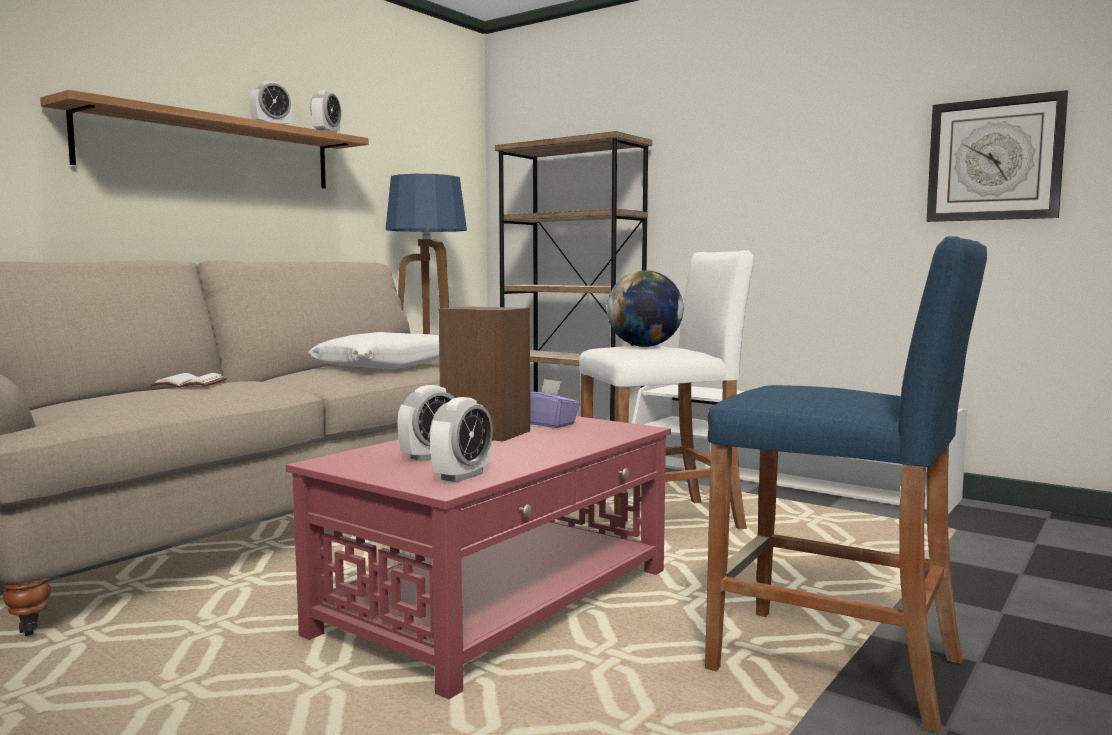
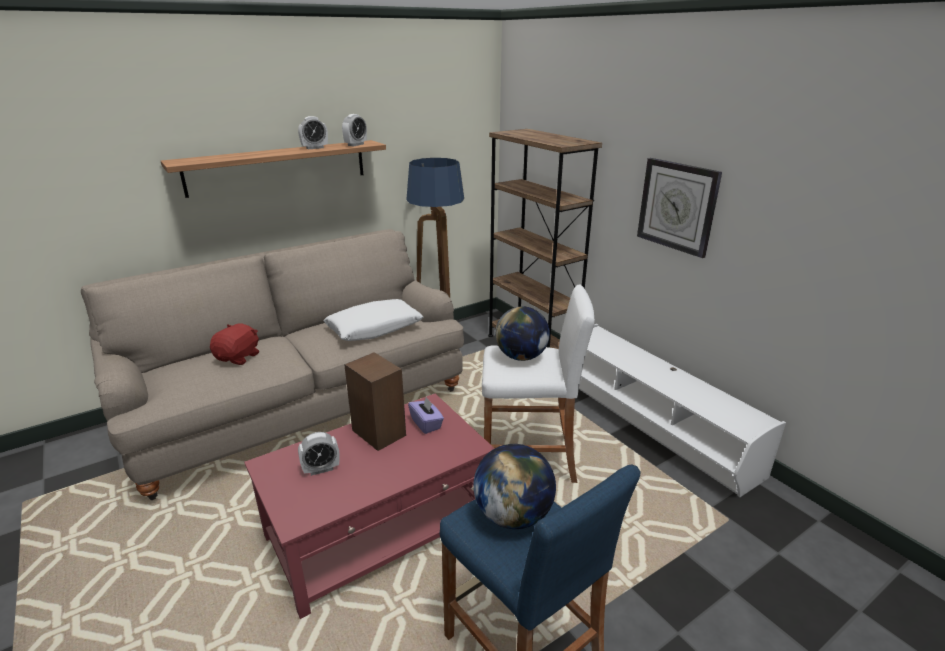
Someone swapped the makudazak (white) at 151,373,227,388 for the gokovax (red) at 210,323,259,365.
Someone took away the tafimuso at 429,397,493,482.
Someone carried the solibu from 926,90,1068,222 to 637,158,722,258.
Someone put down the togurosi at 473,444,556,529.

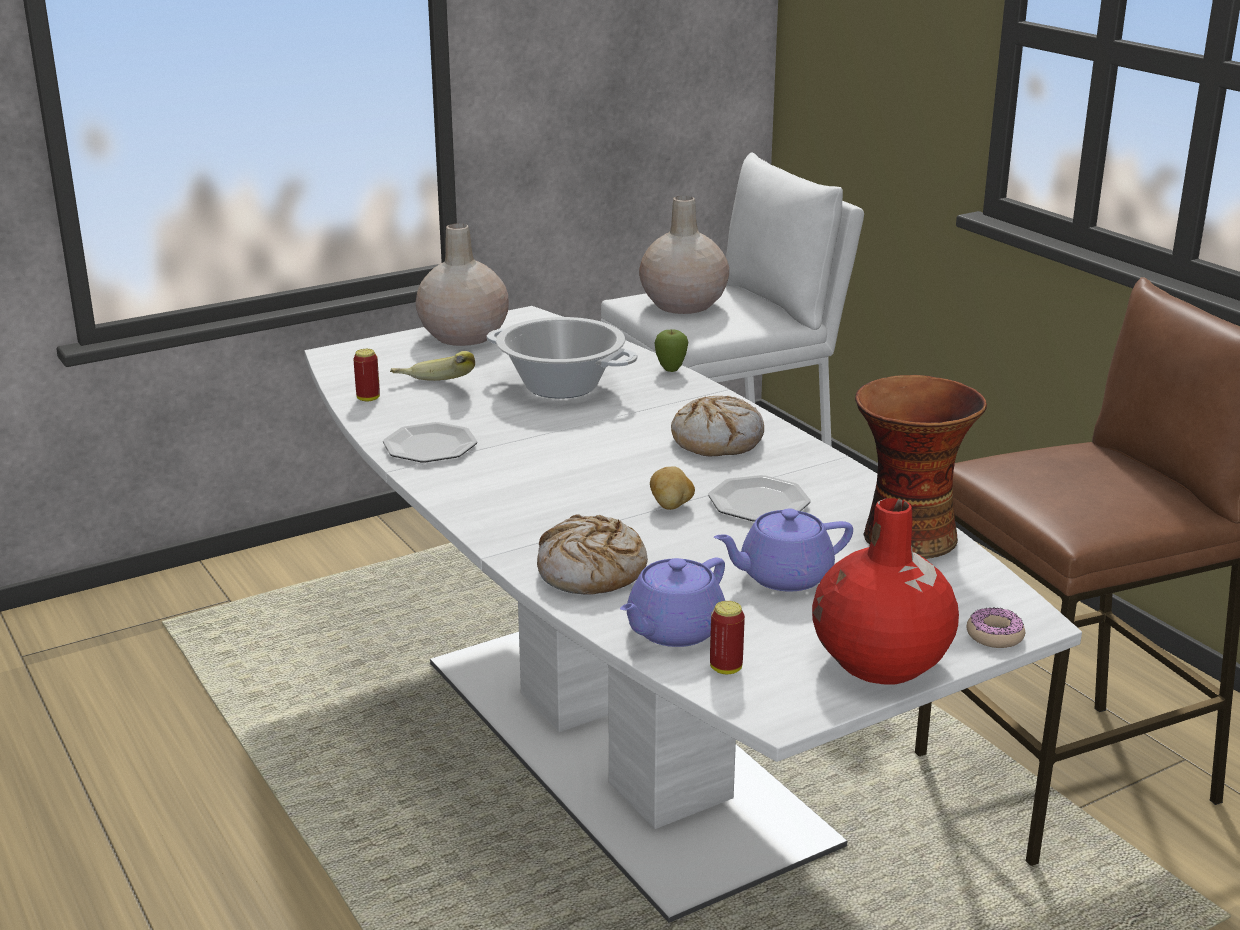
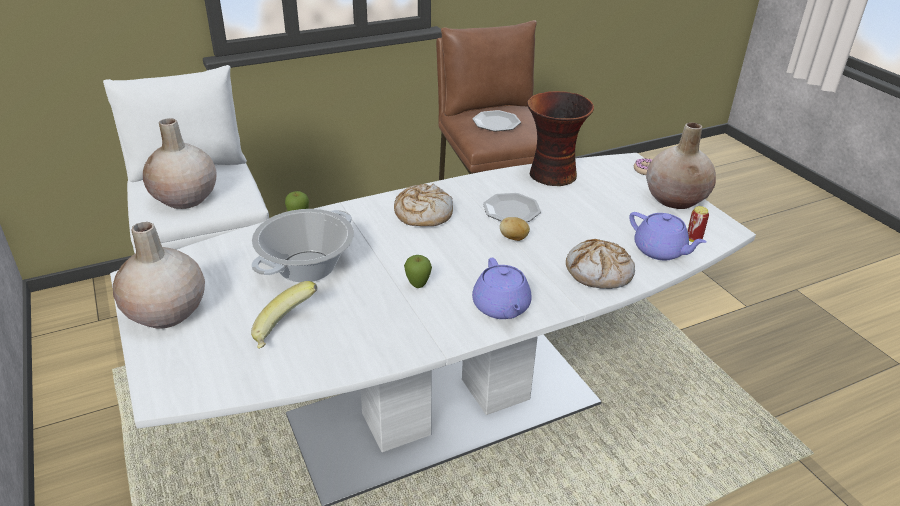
Someone took away the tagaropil at 353,349,380,402.
Someone carried the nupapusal from 383,422,477,462 to 473,110,521,132.
Someone carried the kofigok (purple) from 714,509,853,592 to 472,258,532,319.
Someone repainted the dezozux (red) at 812,498,959,685, which became the dezozux (beige) at 646,122,716,209.
Someone put down the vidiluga at 404,255,432,288.

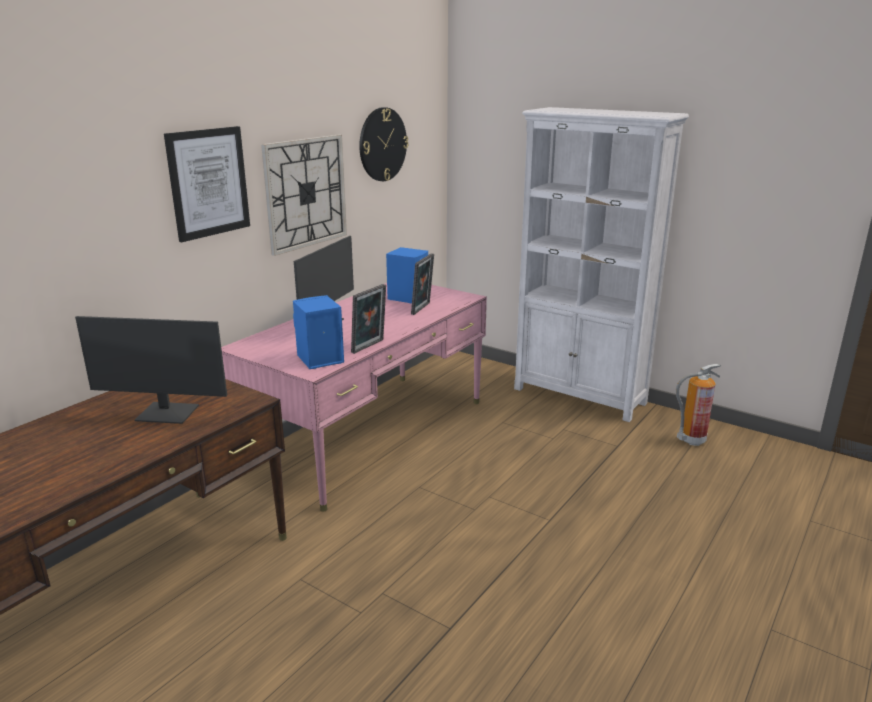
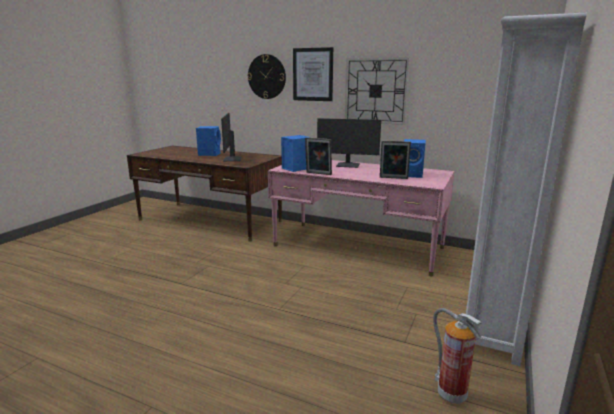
Someone carried the solibu from 359,107,408,181 to 247,54,286,99.
Someone put down the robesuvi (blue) at 196,126,221,156.

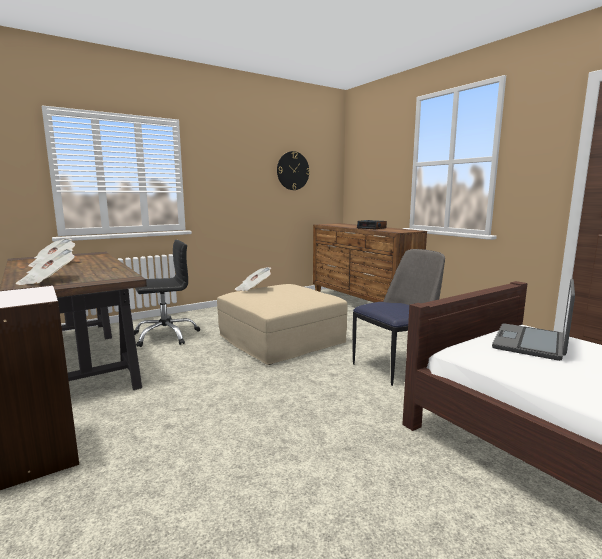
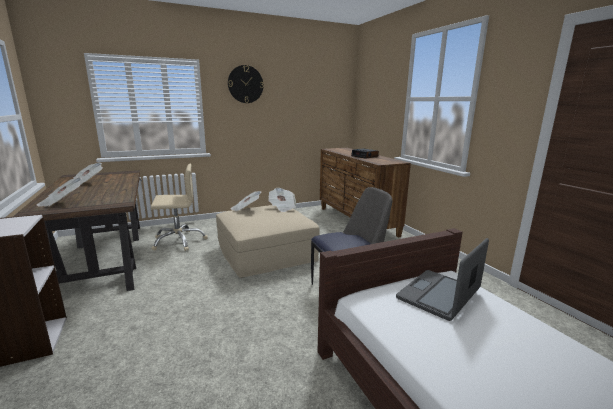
Someone repainted the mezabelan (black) at 134,240,200,347, which became the mezabelan (beige) at 151,164,208,251.
Someone carried the solibu from 277,151,310,190 to 228,65,264,103.
Someone put down the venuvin at 268,188,296,212.

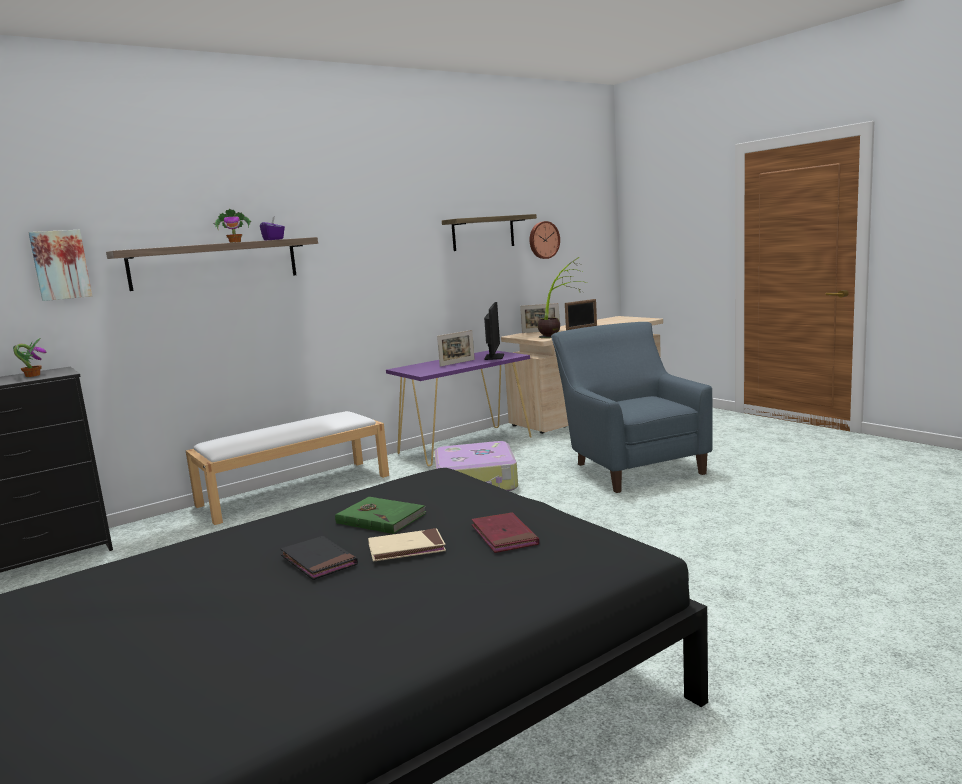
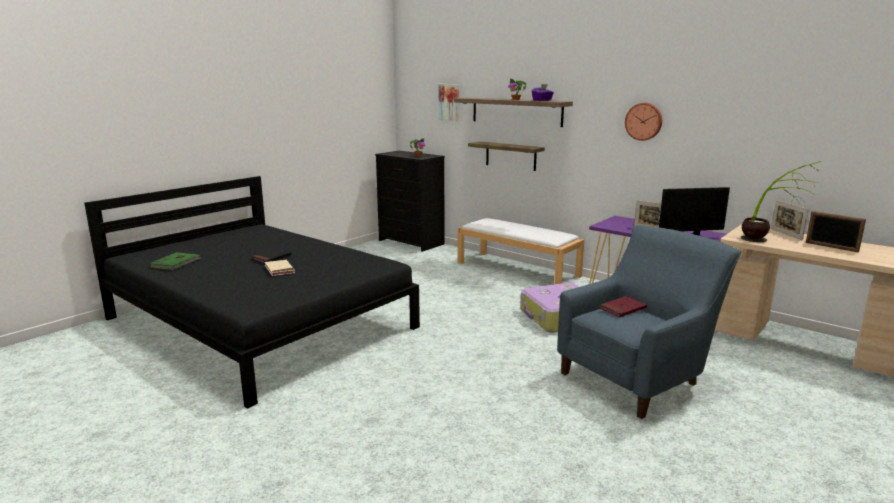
Someone carried the makudazak (green) from 335,497,427,534 to 150,252,200,270.
Someone carried the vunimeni from 442,214,537,251 to 468,141,545,171.
Someone carried the makudazak (red) from 472,512,539,553 to 600,296,647,317.
Someone carried the solibu from 530,221,560,259 to 625,103,662,141.

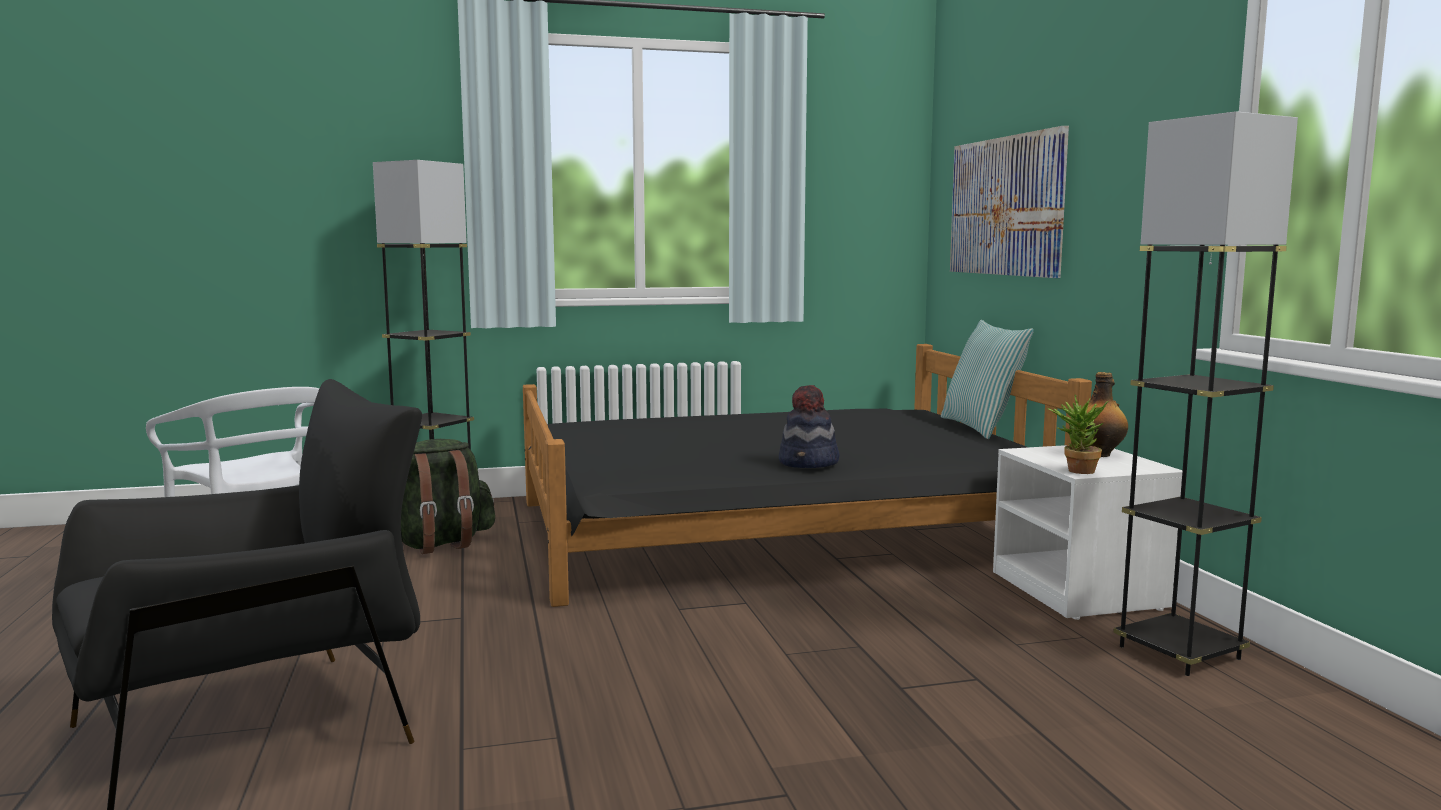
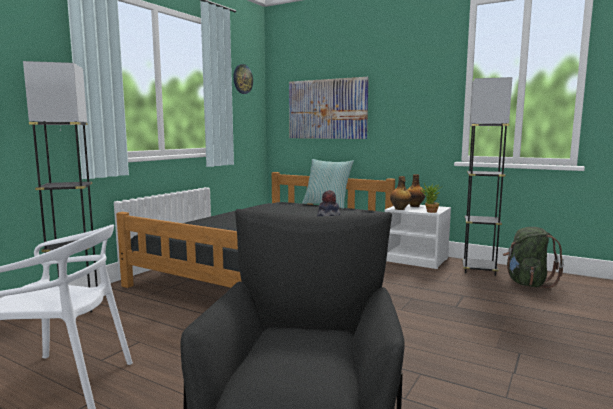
Someone carried the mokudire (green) from 401,439,495,554 to 503,227,564,288.
Someone put up the solibu at 233,64,253,94.
Someone put down the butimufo at 390,176,411,210.

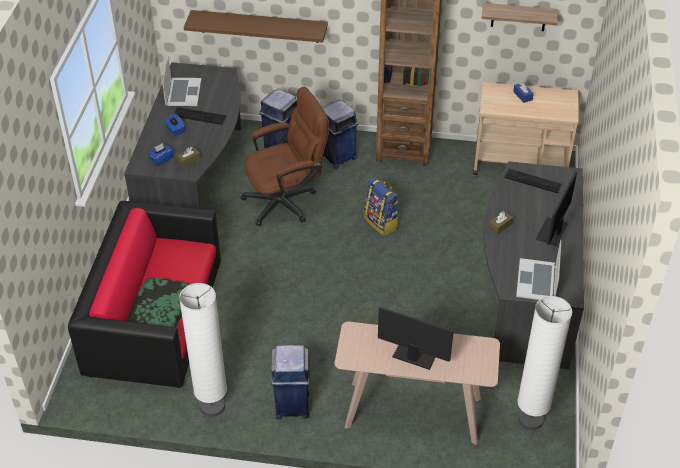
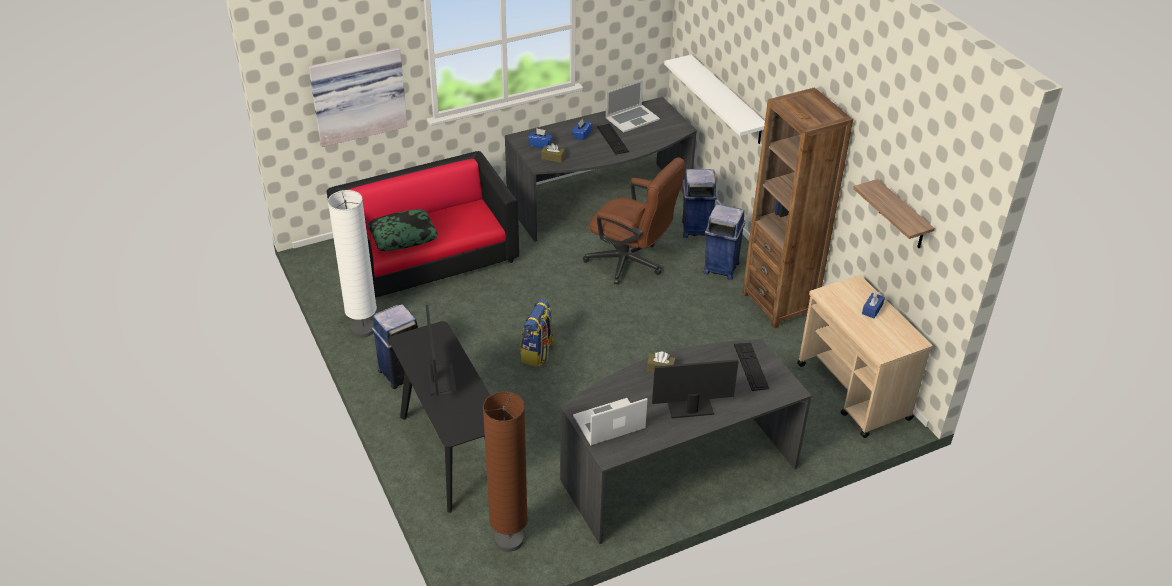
Someone repainted the vunimeni (brown) at 184,10,328,43, which became the vunimeni (white) at 664,55,765,144.
Someone repainted the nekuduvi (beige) at 335,322,500,445, which became the nekuduvi (black) at 389,321,490,513.
Someone carried the mokudire from 364,178,399,236 to 520,299,555,367.
Someone repainted the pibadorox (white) at 517,296,572,430, which became the pibadorox (brown) at 483,391,528,552.
Someone put up the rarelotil at 308,47,408,147.

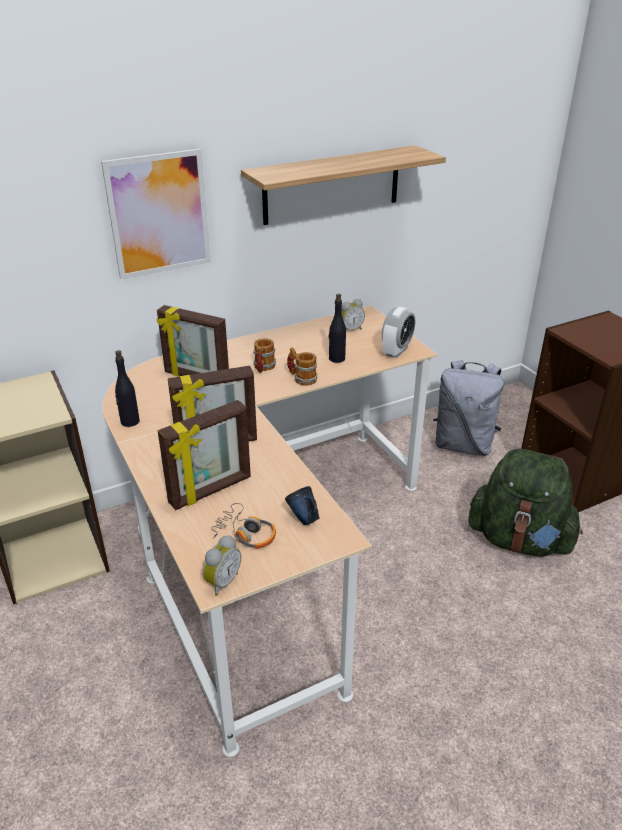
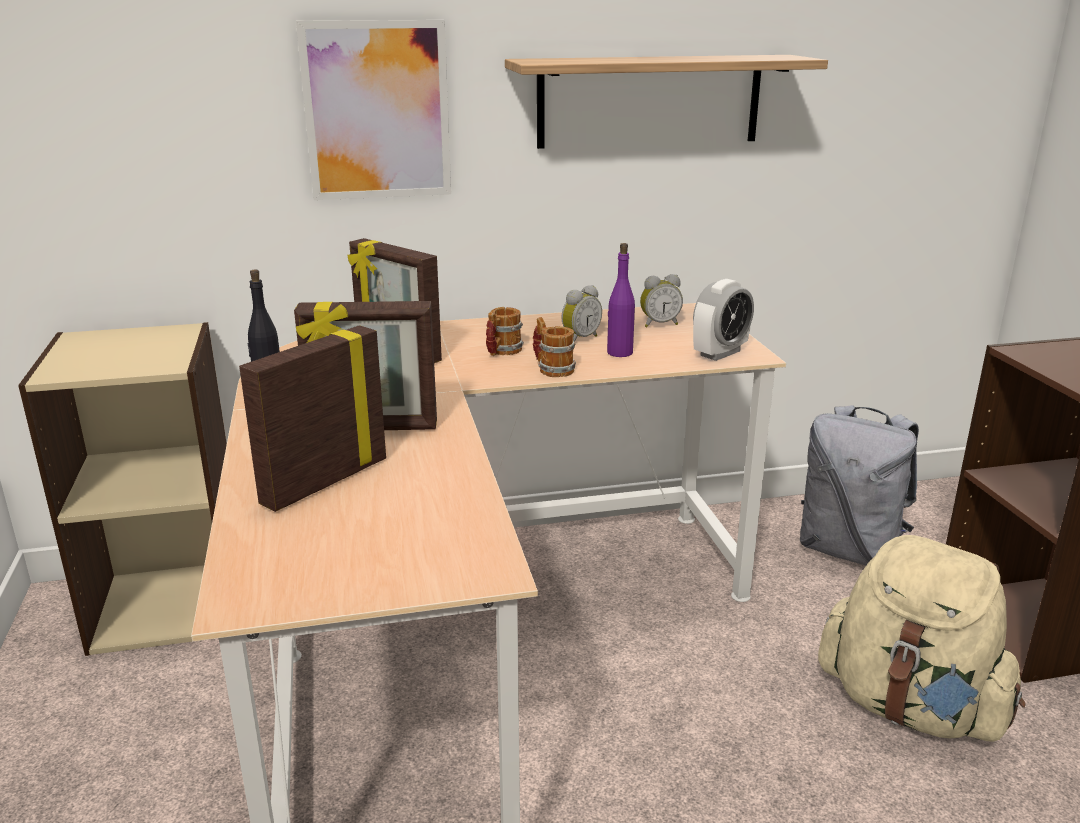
Someone rotated the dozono at 158,400,251,510 by 150 degrees clockwise.
Someone carried the tafimuso from 202,535,241,596 to 562,285,602,342.
Someone took away the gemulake at 211,503,276,549.
Someone took away the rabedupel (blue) at 285,486,319,525.
Someone repainted the butimufo (black) at 329,294,346,363, which became the butimufo (purple) at 607,243,635,357.
Someone repainted the mokudire (green) at 469,449,583,557, which became the mokudire (beige) at 818,535,1026,742.

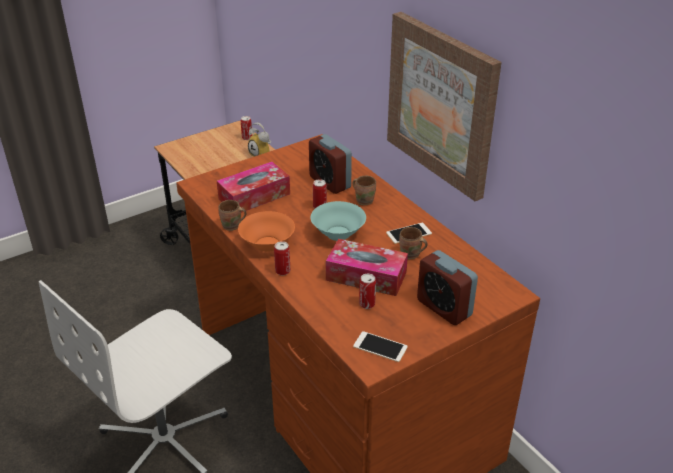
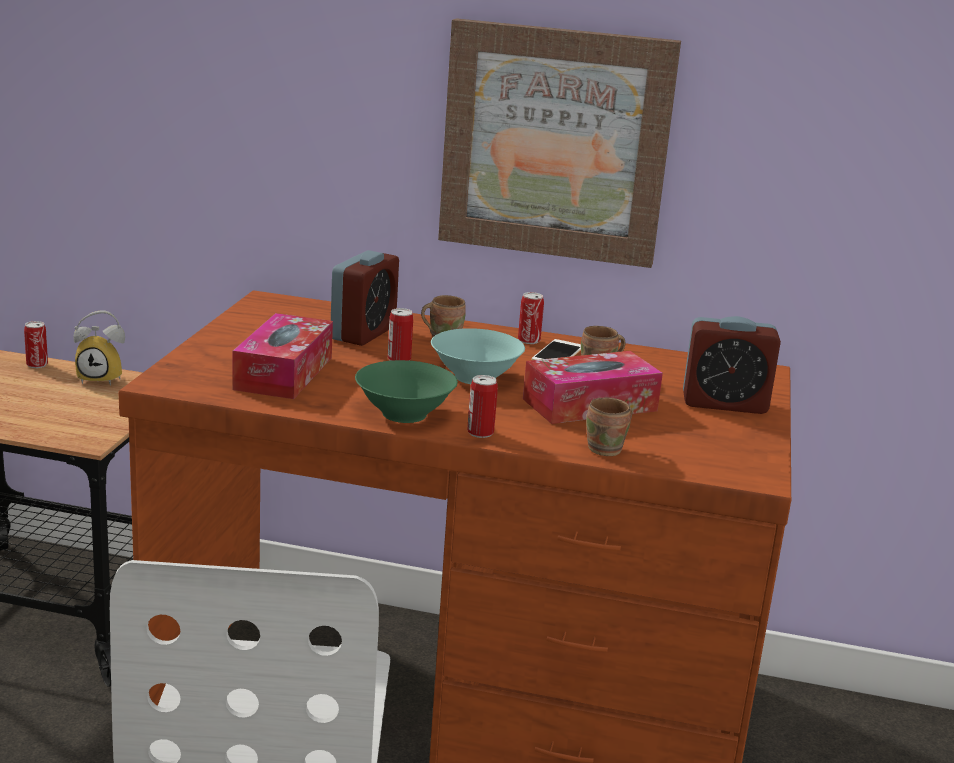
Someone carried the rabedupel (brown) from 218,200,246,231 to 586,397,632,456.
Someone repainted the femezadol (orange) at 238,211,295,252, which became the femezadol (green) at 355,360,458,423.
Someone rotated the tafimuso at 309,134,352,194 by 75 degrees counterclockwise.
Someone took away the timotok at 353,331,408,362.
Someone carried the tagaropil from 359,274,376,309 to 518,292,544,344.

